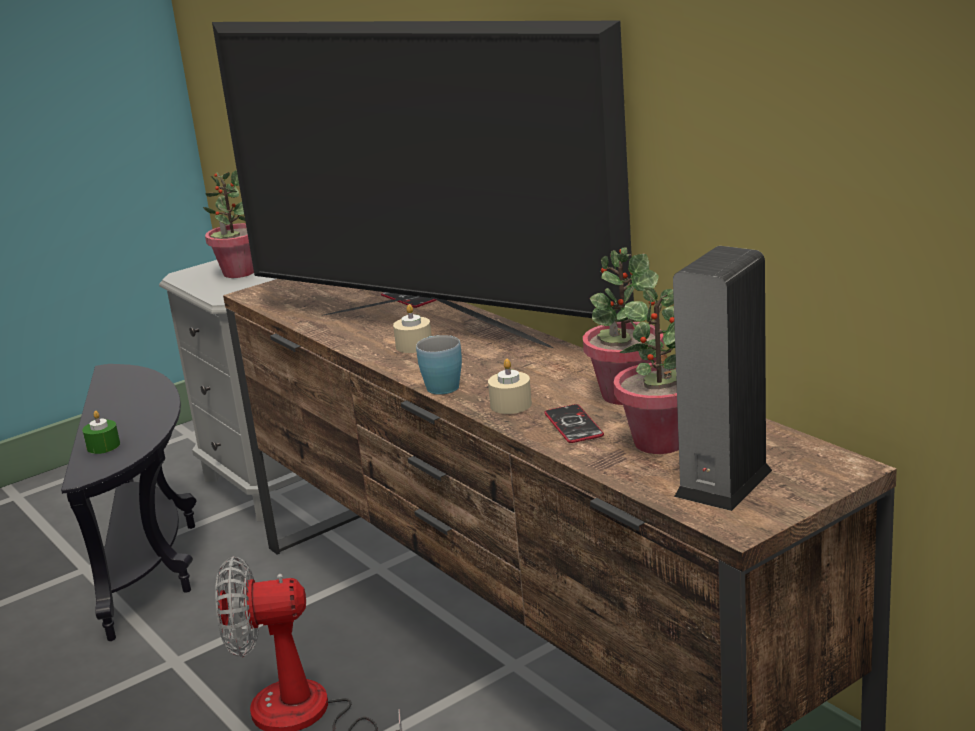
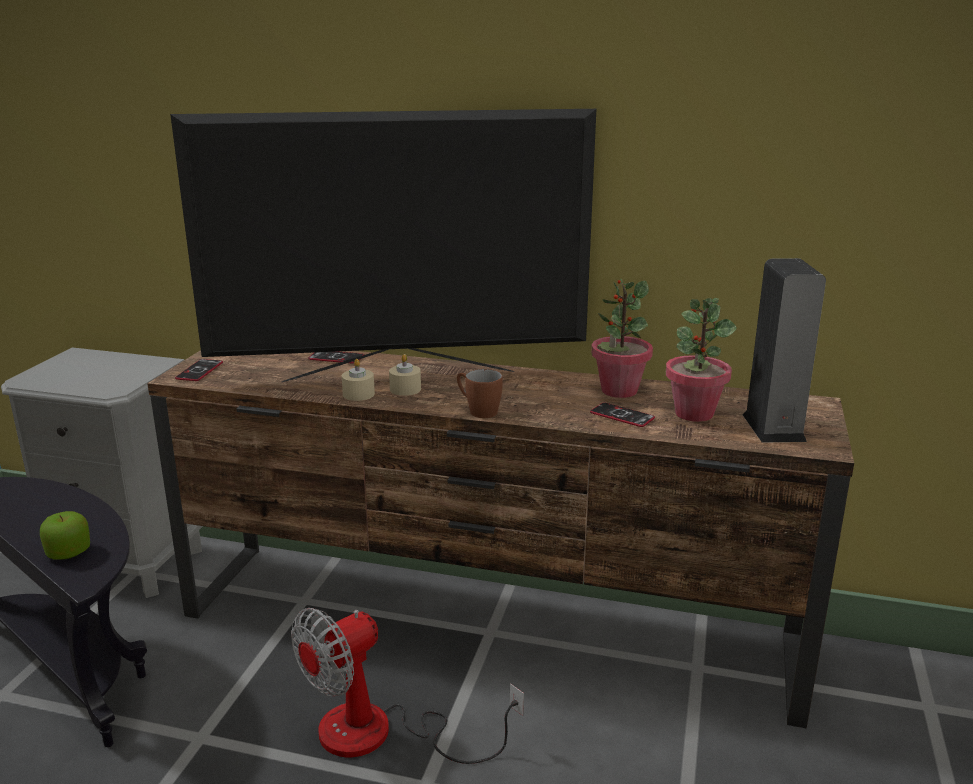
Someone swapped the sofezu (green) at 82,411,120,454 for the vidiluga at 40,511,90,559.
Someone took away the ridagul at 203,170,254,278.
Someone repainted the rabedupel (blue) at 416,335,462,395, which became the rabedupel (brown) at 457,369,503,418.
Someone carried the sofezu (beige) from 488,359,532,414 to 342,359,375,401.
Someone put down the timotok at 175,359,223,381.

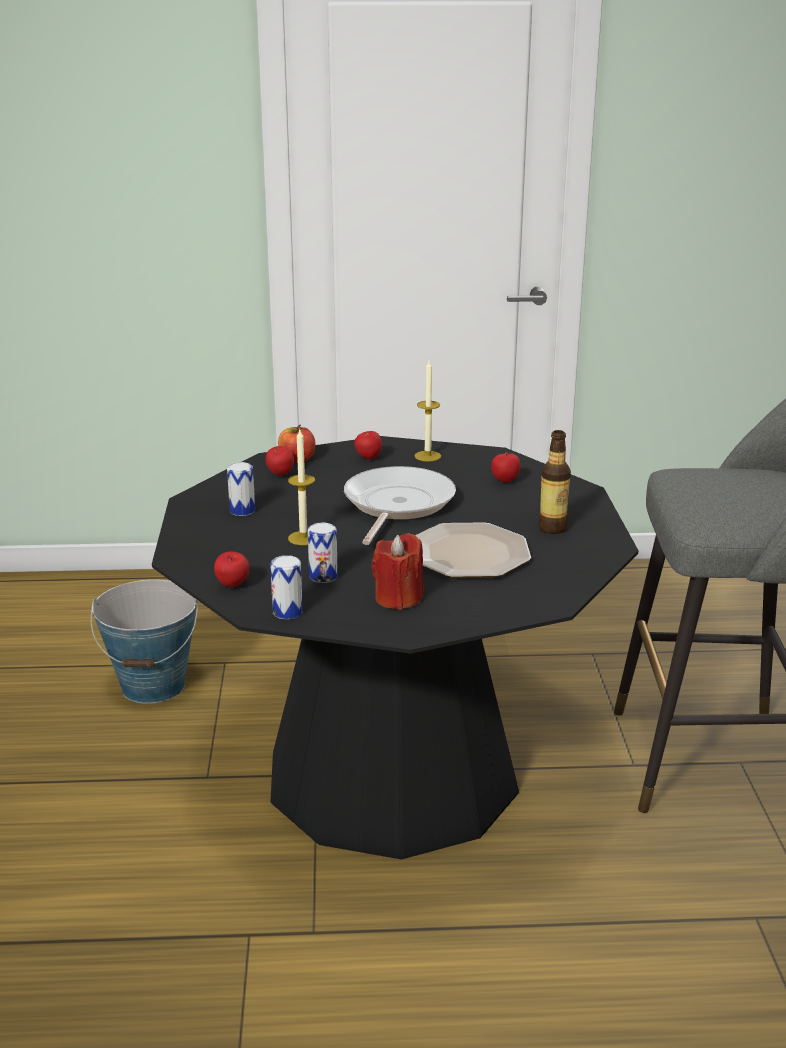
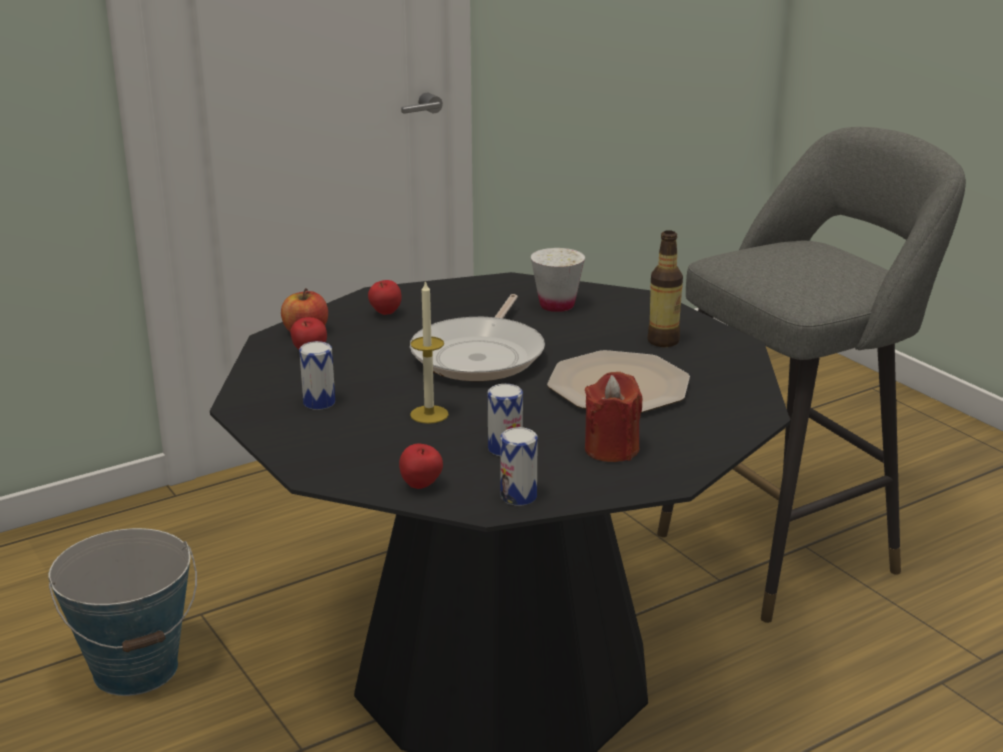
Someone rotated the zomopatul at 344,466,456,545 by 150 degrees counterclockwise.
Someone took away the sofezu at 414,361,441,462.
Someone swapped the vidiluga at 491,452,520,482 for the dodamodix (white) at 531,248,585,312.

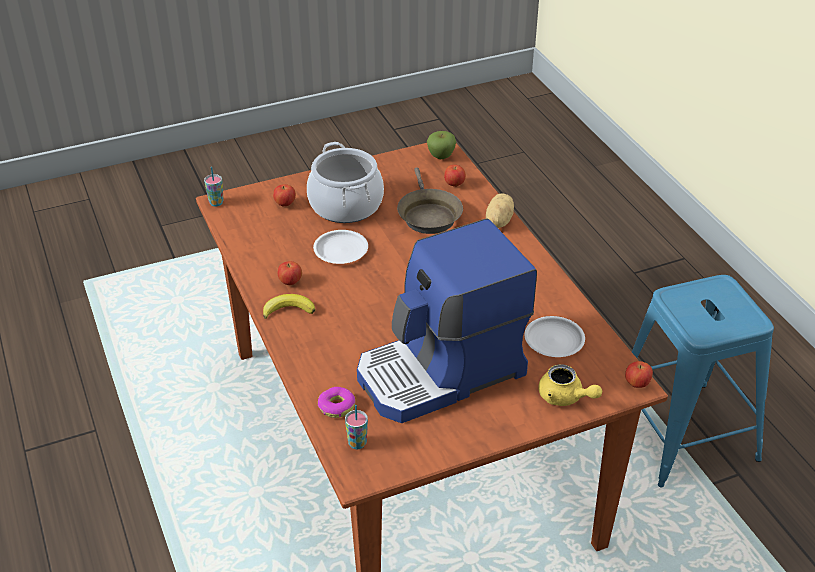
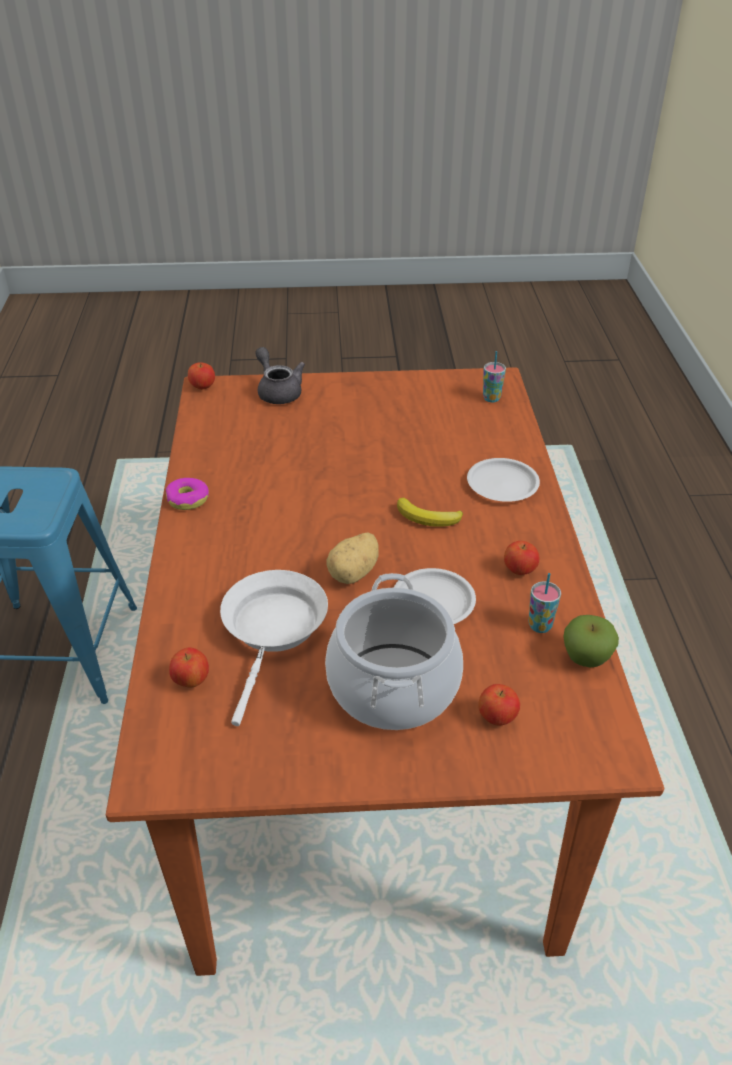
Someone carried the dodamodix from 204,167,224,206 to 529,573,561,633.
Someone carried the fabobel from 263,294,315,319 to 397,498,463,527.
Someone carried the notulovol from 318,387,355,418 to 166,478,209,510.
Someone took away the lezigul at 357,219,537,423.
Someone repainted the zomopatul (brown) at 397,167,463,234, which became the zomopatul (white) at 220,570,328,726.
Someone carried the vidiluga from 427,131,456,159 to 563,615,619,667.
Someone carried the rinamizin from 486,193,514,228 to 326,533,379,584.
Someone carried the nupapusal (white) from 525,316,585,357 to 467,458,540,502.
Someone repainted the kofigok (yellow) at 538,364,602,406, which became the kofigok (grey) at 255,347,305,404.

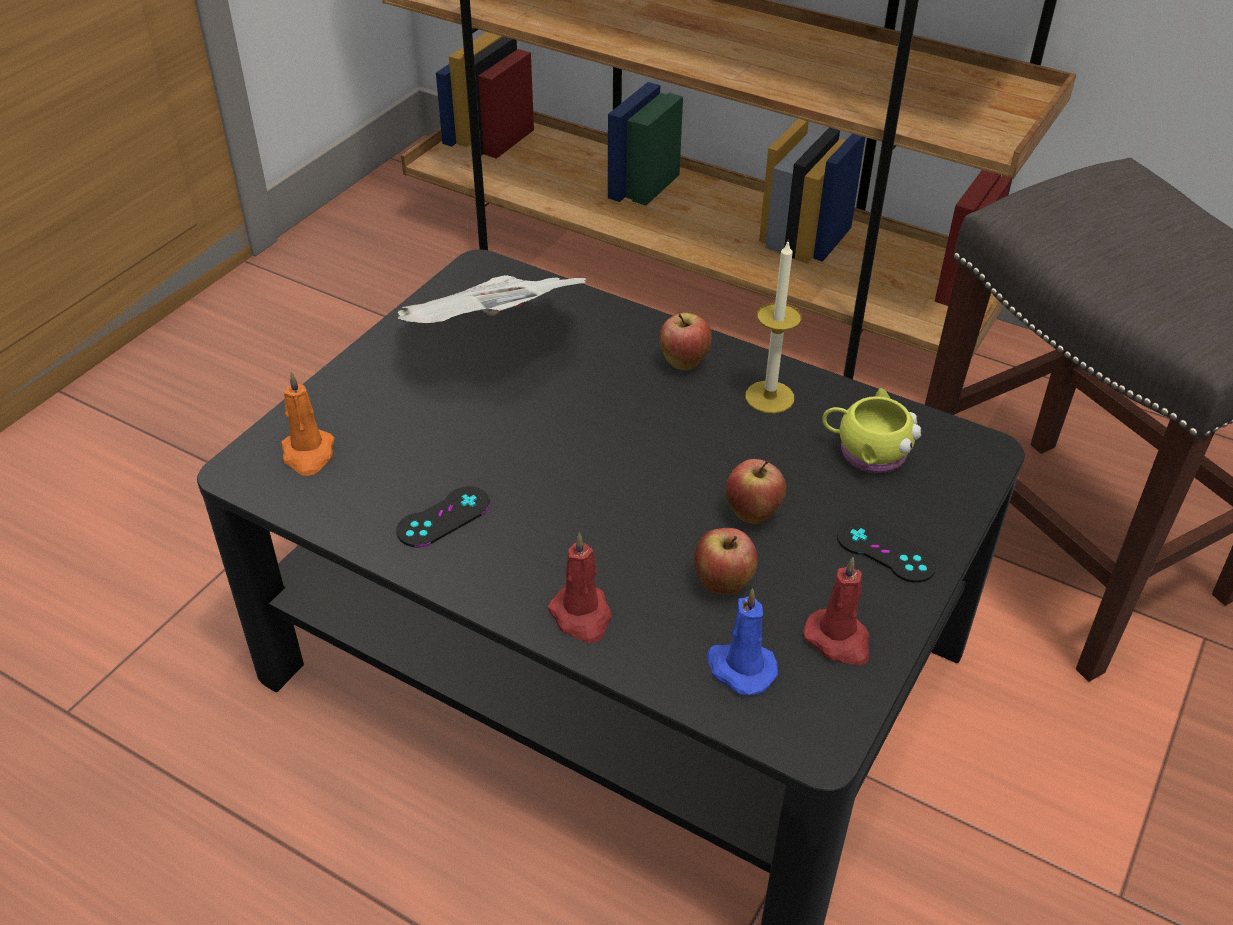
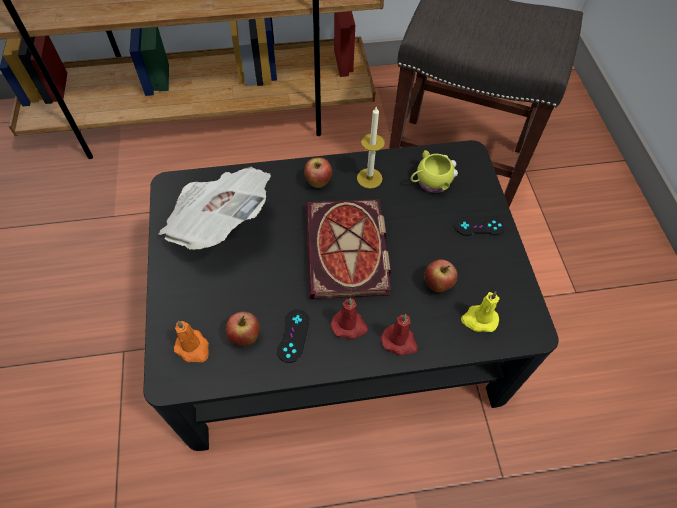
Someone repainted the sofezu (blue) at 707,588,778,695, which became the sofezu (yellow) at 461,291,500,332.
Someone carried the vidiluga from 725,459,786,524 to 226,312,260,346.
Someone carried the sofezu (red) from 803,557,870,666 to 331,298,368,339.
Someone put down the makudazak at 306,199,391,299.

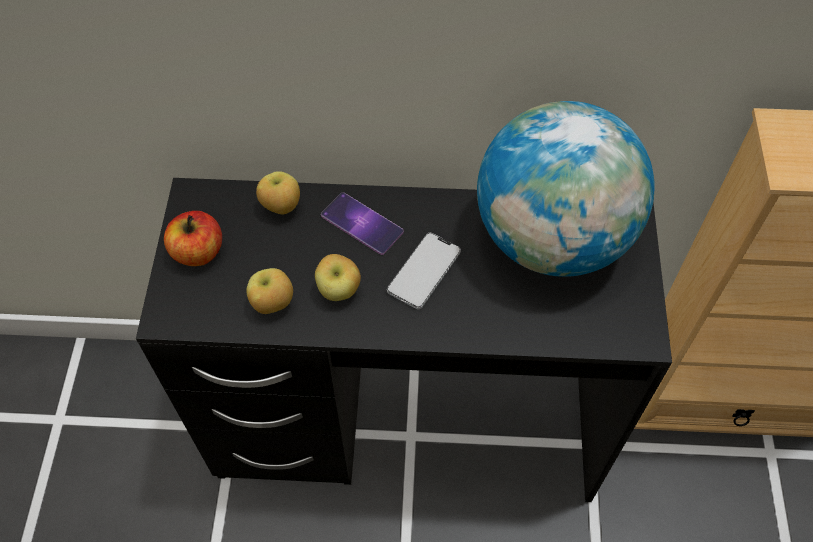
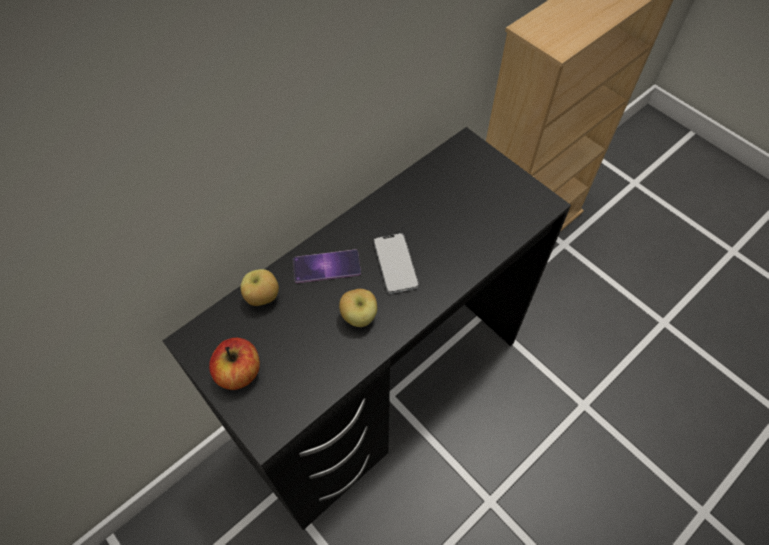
Someone took away the vidiluga at 246,268,293,314.
Someone took away the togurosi at 477,101,655,277.

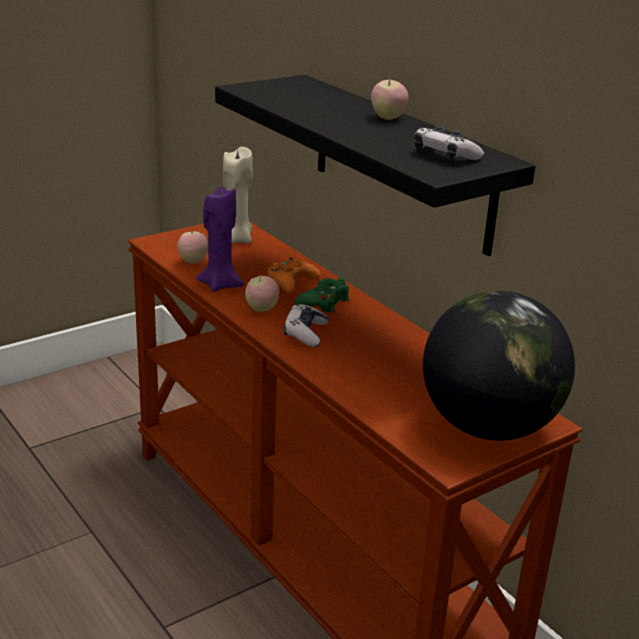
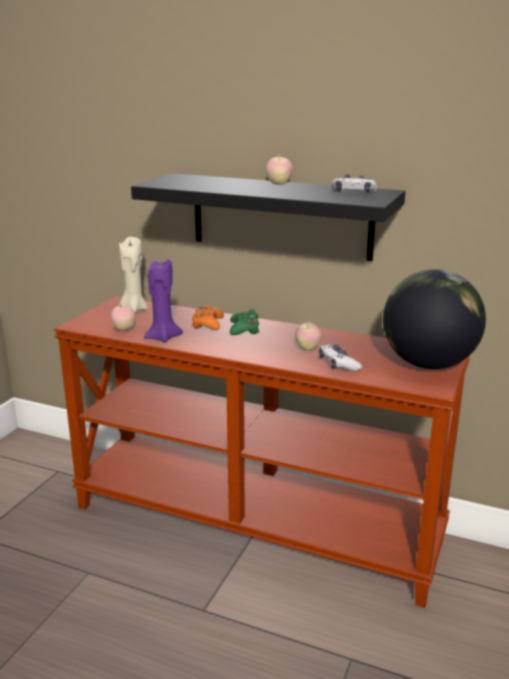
Someone carried the vidiluga from 245,274,279,312 to 295,321,322,351.
Someone carried the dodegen from 284,304,329,347 to 319,344,362,371.

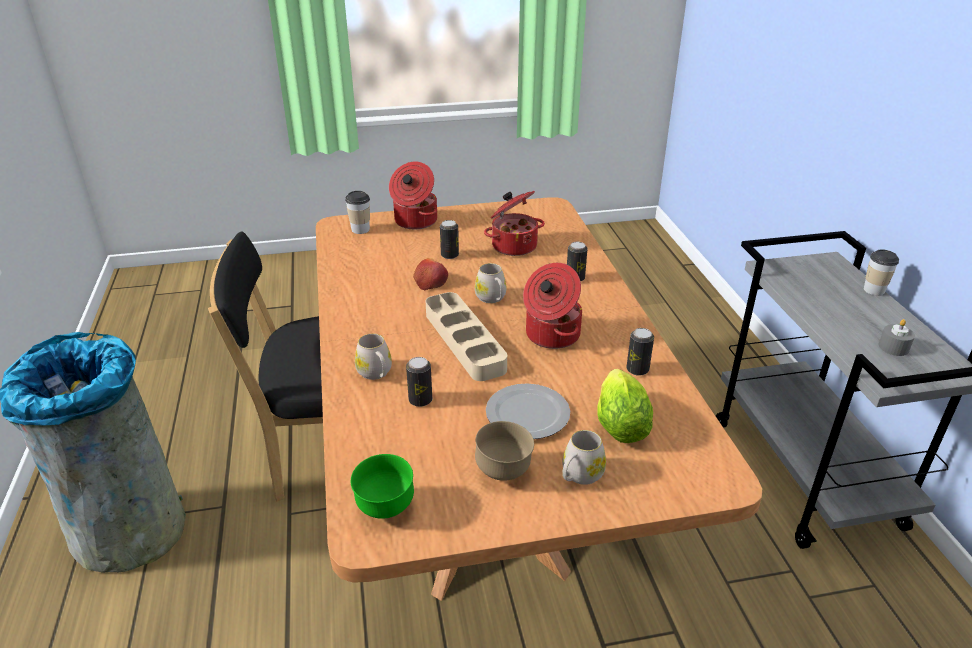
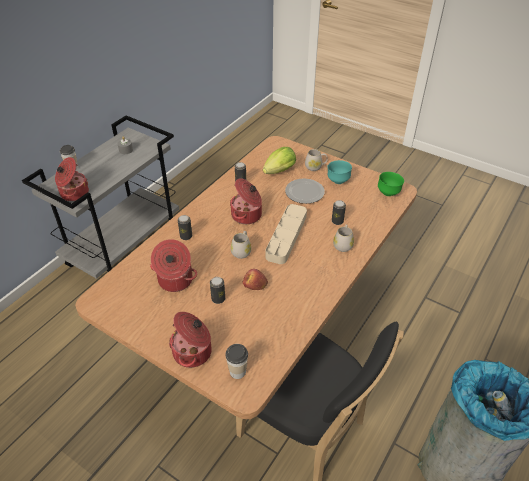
Someone repainted the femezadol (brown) at 475,421,534,481, which became the femezadol (turquoise) at 327,160,352,184.
Someone put down the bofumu at 55,157,89,201.

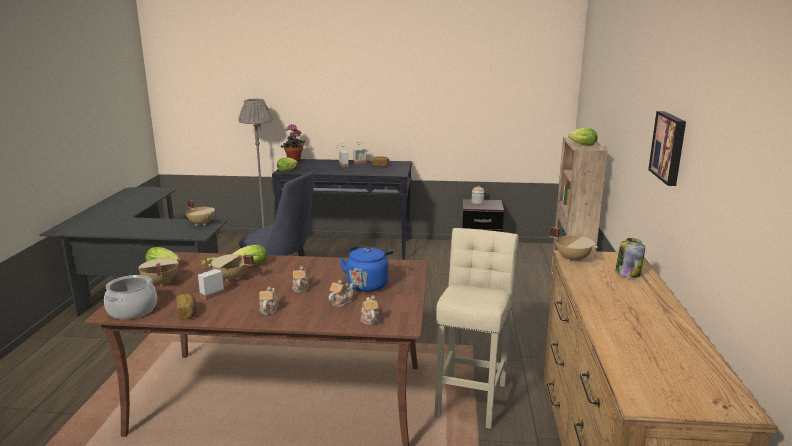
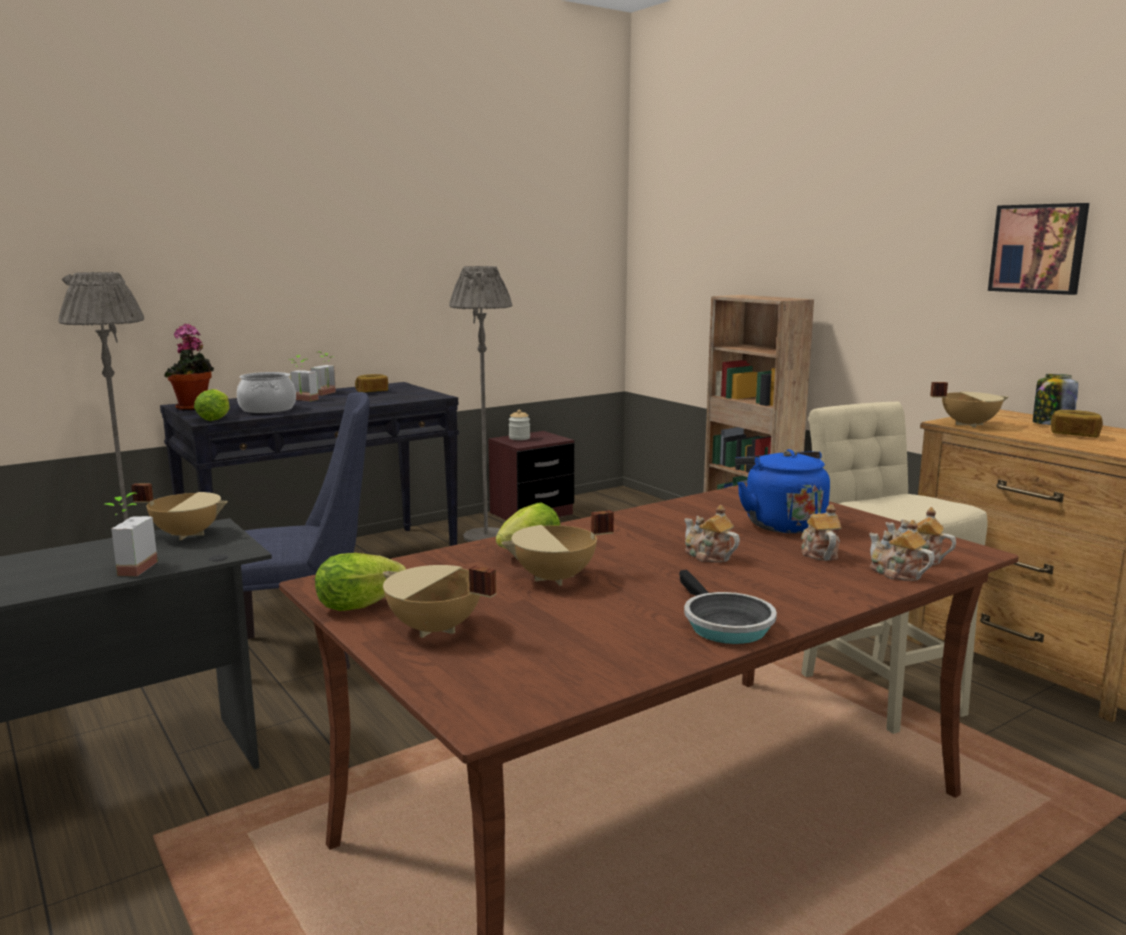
Someone carried the bofumu from 104,275,157,319 to 237,372,296,413.
Someone carried the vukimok from 176,294,197,320 to 1051,410,1103,437.
Someone carried the ridagul from 198,258,224,300 to 103,492,158,576.
Someone carried the kofigok from 259,286,279,315 to 869,520,935,581.
Someone took away the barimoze at 568,128,597,146.
Someone put down the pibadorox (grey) at 449,266,512,542.
Someone put down the zomopatul at 679,570,777,644.

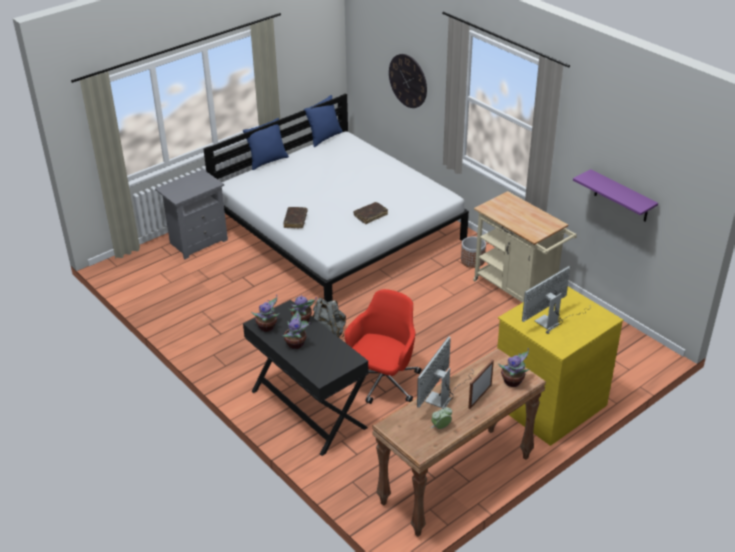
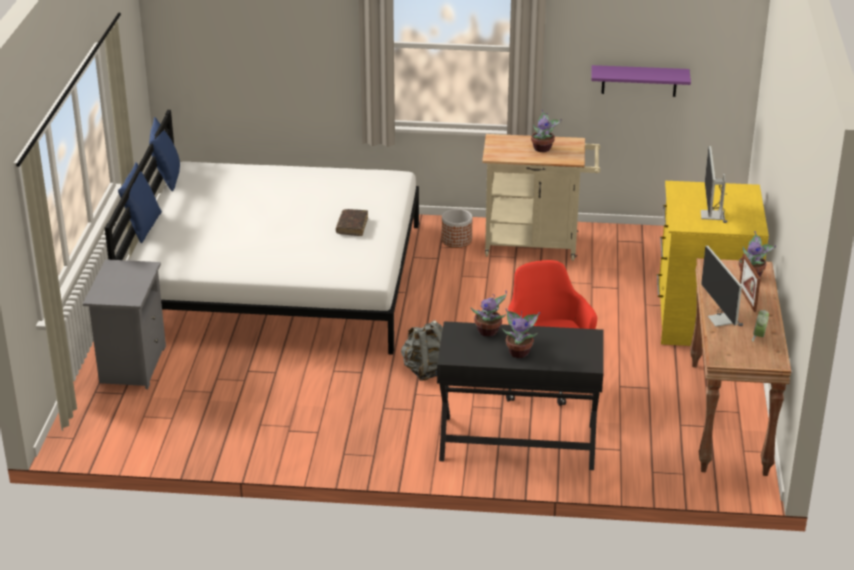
Someone carried the ridagul from 251,294,280,332 to 531,110,562,152.
Someone took away the makudazak (brown) at 283,207,308,228.
Someone took away the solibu at 389,54,427,108.

